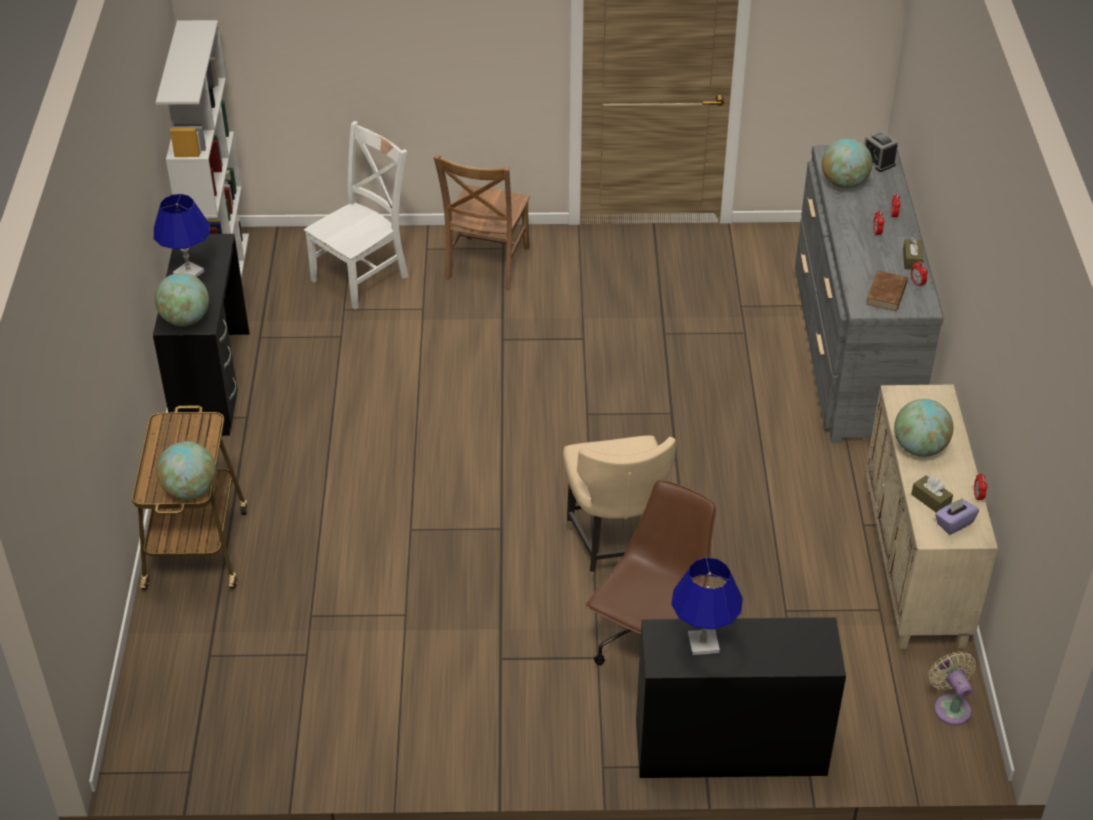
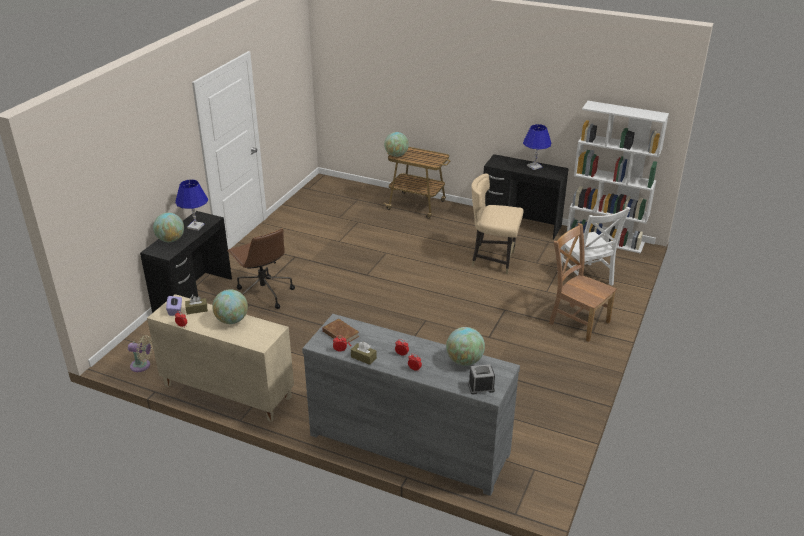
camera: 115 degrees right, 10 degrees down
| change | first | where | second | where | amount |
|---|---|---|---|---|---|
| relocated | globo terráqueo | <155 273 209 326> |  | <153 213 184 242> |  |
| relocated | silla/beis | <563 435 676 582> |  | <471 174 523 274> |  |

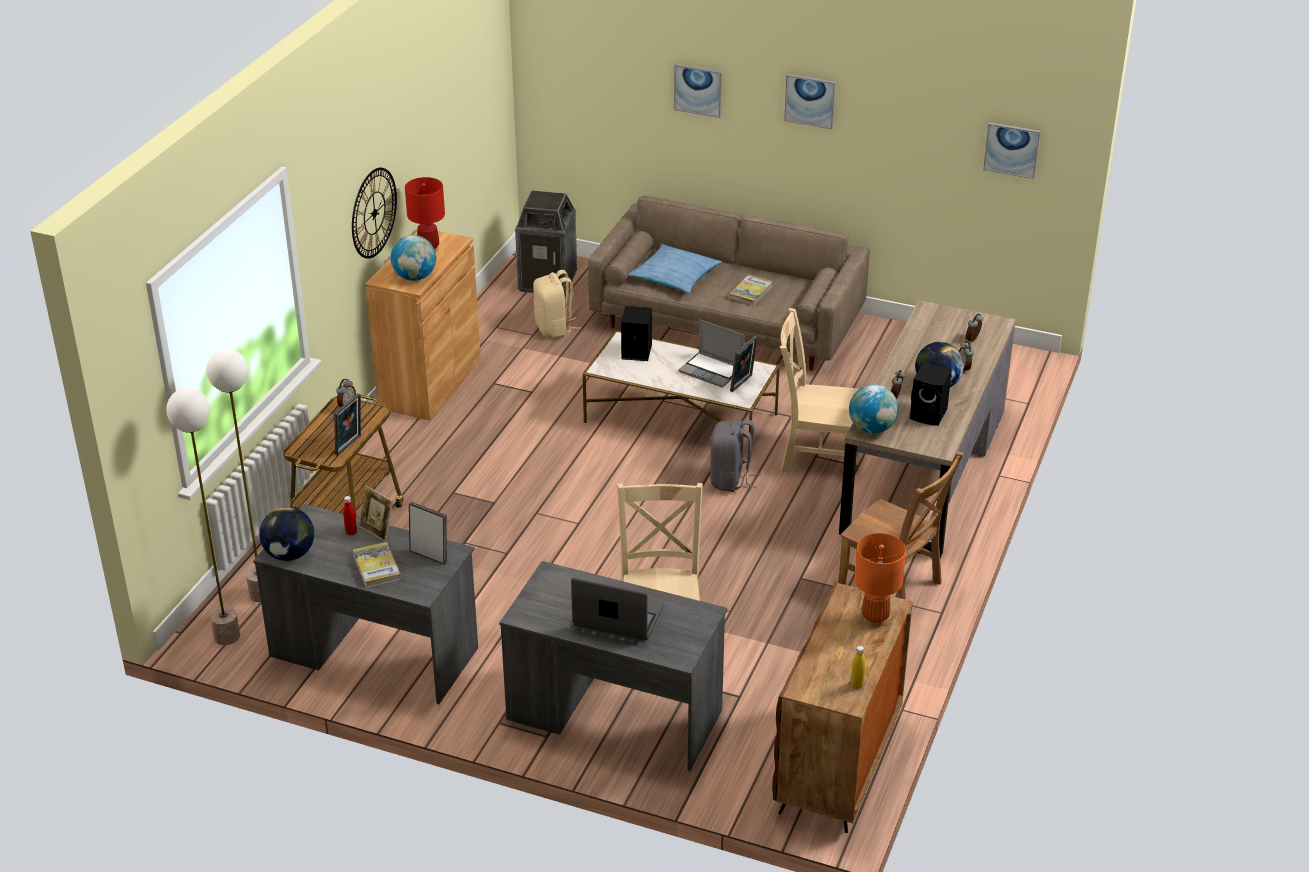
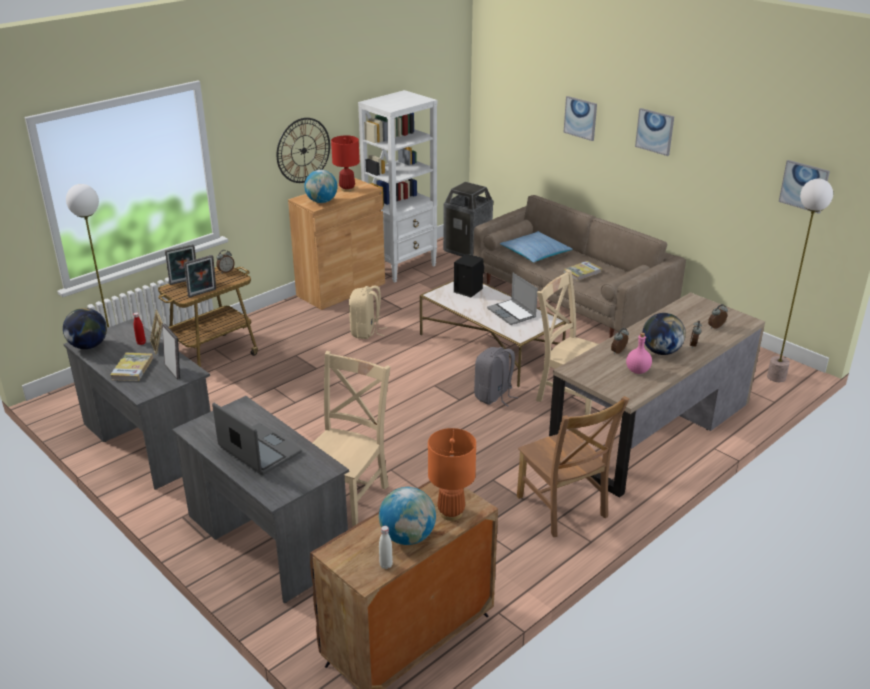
camera: 25 degrees right, 5 degrees down
| change | first | where | second | where | amount |
|---|---|---|---|---|---|
| appeared |  |  | estantería/blanco | <358 90 437 283> |  |
| relocated | lámpara de pie | <166 388 240 645> |  | <767 179 833 382> |  |
| relocated | mochila/beis | <533 270 581 339> |  | <349 285 387 339> |  |
| relocated | portarretratos | <730 336 757 392> |  | <165 244 196 285> |  |
| relocated | globo terráqueo | <849 384 898 434> |  | <379 487 436 545> |  |
| exchanged | altavoz/negro | <910 362 952 426> | botella/rosa | <626 333 652 374> |  |
| colour | botella/amarillo | <851 646 865 688> | botella/blanco | <379 526 393 569> |  |

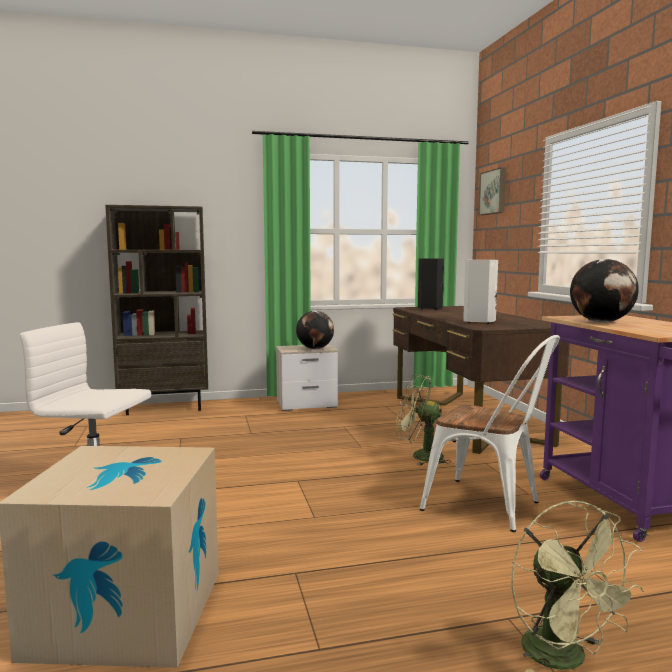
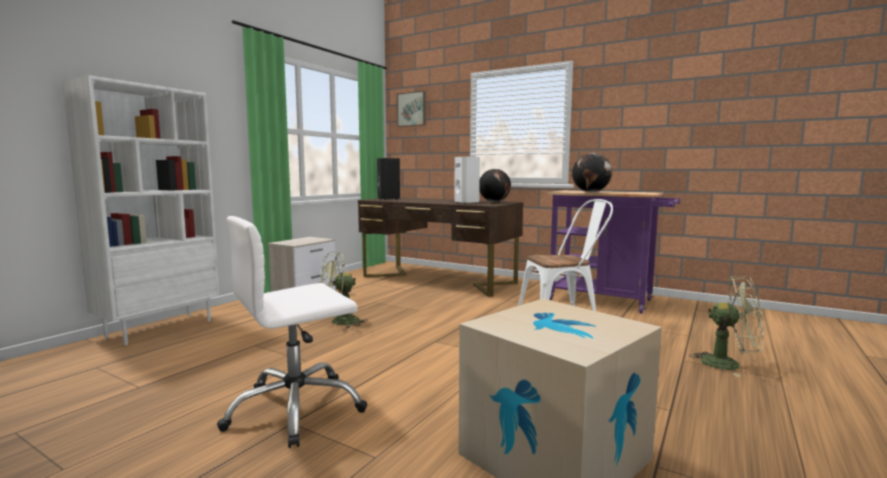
camera: 45 degrees left, 0 degrees up
| change | first | where | second | where | amount |
|---|---|---|---|---|---|
| relocated | globo terráqueo | <296 311 334 349> |  | <479 169 511 202> |  |
| relocated | ventilador/verde | <396 374 451 465> |  | <319 252 367 329> |  |
| colour | estantería/marrón | <105 205 208 415> | estantería/blanco | <62 75 220 345> |  |

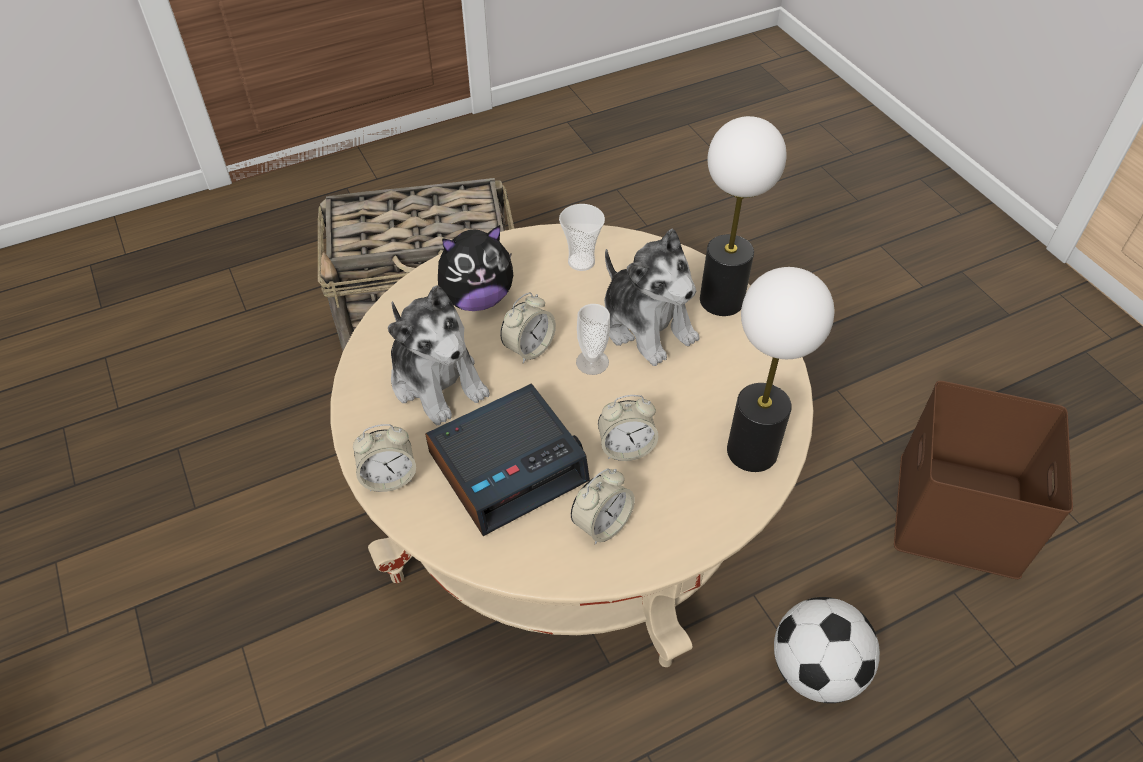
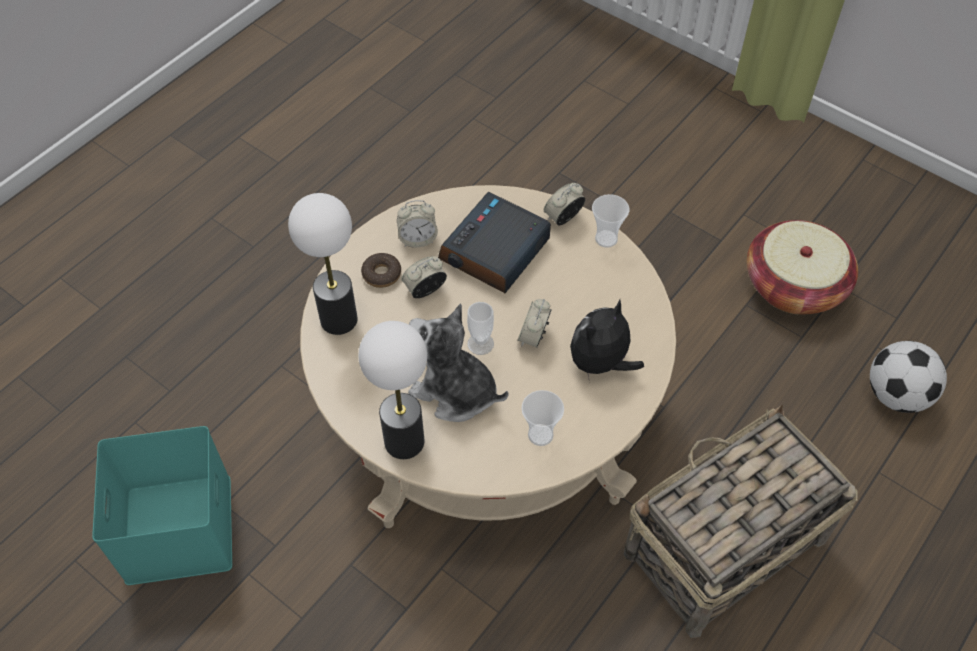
camera: 155 degrees right, 5 degrees up
| change | first | where | second | where | amount |
|---|---|---|---|---|---|
| missing | peluche | <388 285 490 425> |  |  |  |
| appeared |  |  | rosquilla | <361 253 401 288> |  |
| appeared |  |  | taza | <592 194 629 248> |  |
| appeared |  |  | cesta | <747 220 858 315> |  |
| relocated | balón de fútbol | <774 597 880 703> |  | <870 341 947 413> |  |
| colour | caja de almacenaje/marrón | <894 381 1073 579> | caja de almacenaje/turquesa | <92 426 232 585> |  |
| spun | despertador | <571 468 635 545> |  | <397 200 438 248> | 120 degrees counterclockwise |

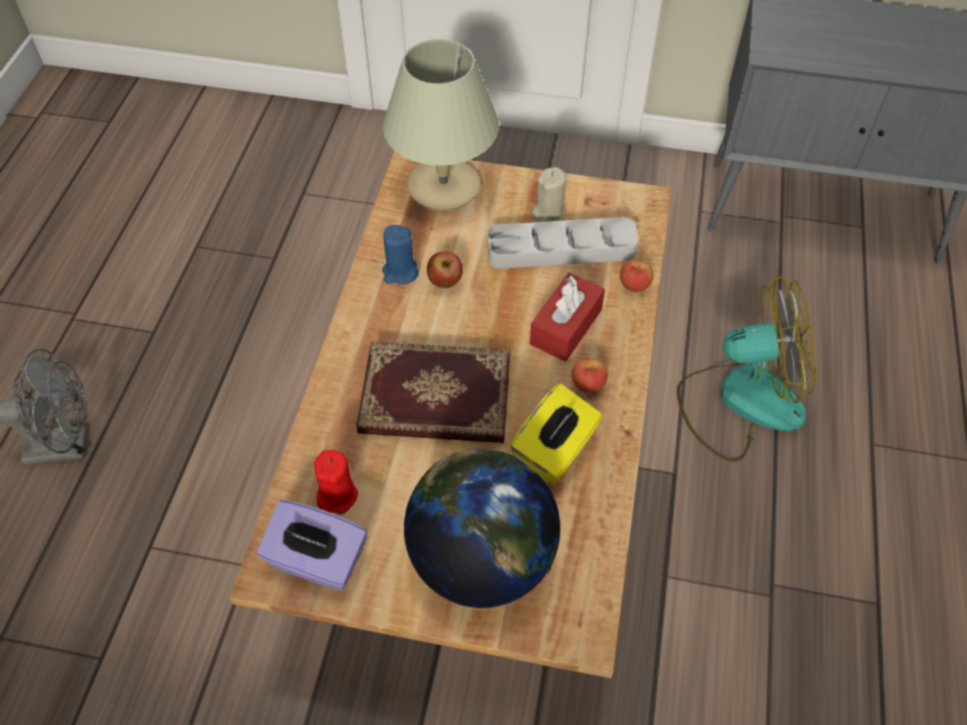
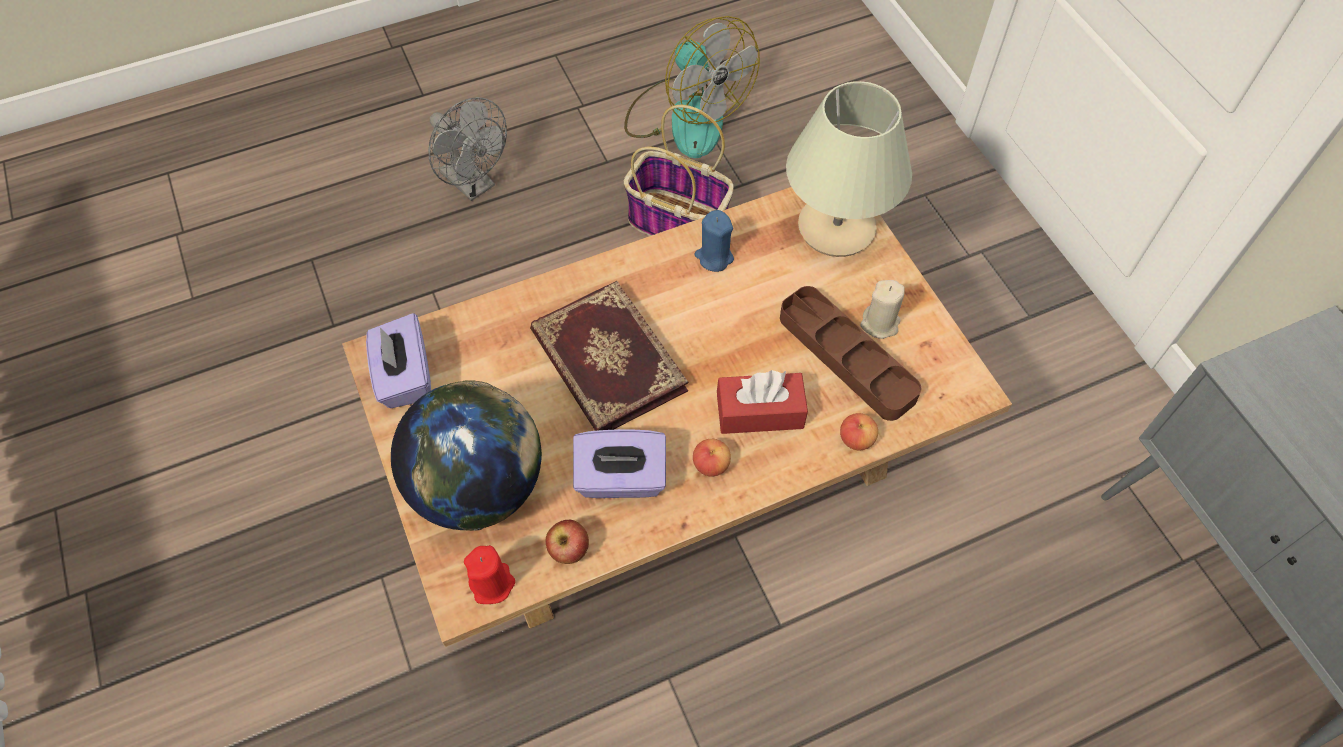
camera: 55 degrees right, 5 degrees up
| change | first | where | second | where | amount |
|---|---|---|---|---|---|
| appeared |  |  | cesta | <624 105 733 236> |  |
| relocated | vela/rojo | <314 450 358 514> |  | <464 545 515 604> |  |
| relocated | manzana | <427 252 463 288> |  | <546 520 589 564> |  |
| relocated | ventilador | <677 275 816 462> |  | <624 16 760 158> |  |
| colour | bandeja/gris | <487 217 639 268> | bandeja/marrón | <780 286 921 421> |  |
| colour | caja de pañuelos/amarillo | <510 384 602 484> | caja de pañuelos/morado | <573 429 666 498> |  |

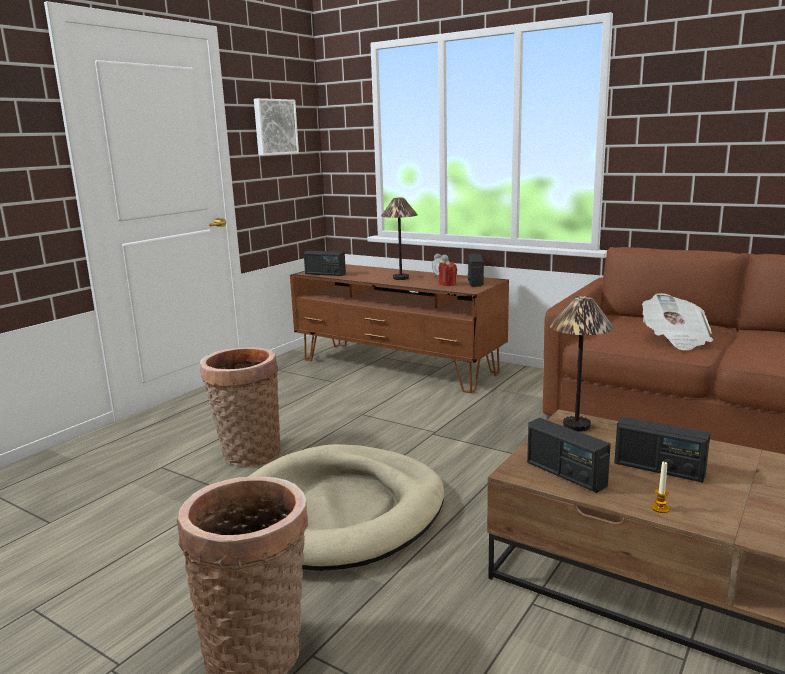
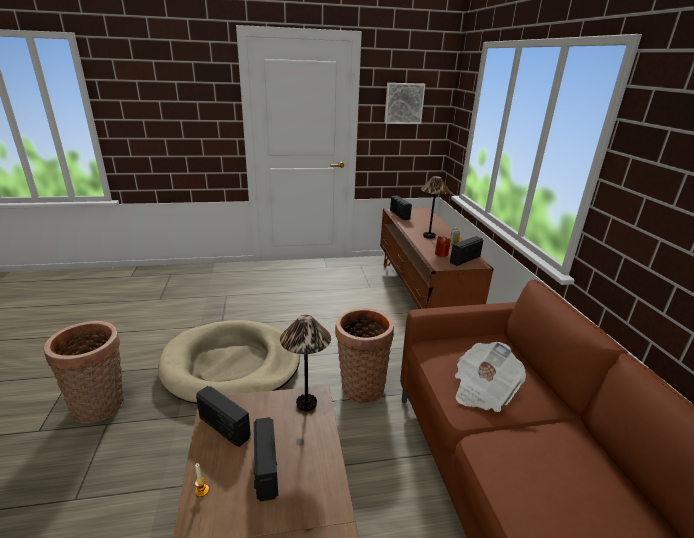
camera: 45 degrees right, 10 degrees up
| change | first | where | second | where | amount |
|---|---|---|---|---|---|
| relocated | cesta | <200 347 281 467> |  | <335 308 394 404> |  |
| spun | radio | <527 418 611 493> |  | <196 386 251 447> | 60 degrees counterclockwise |

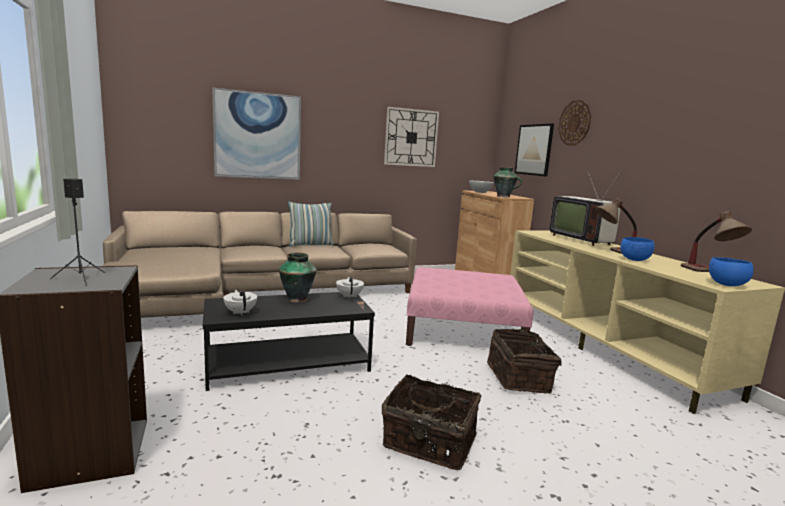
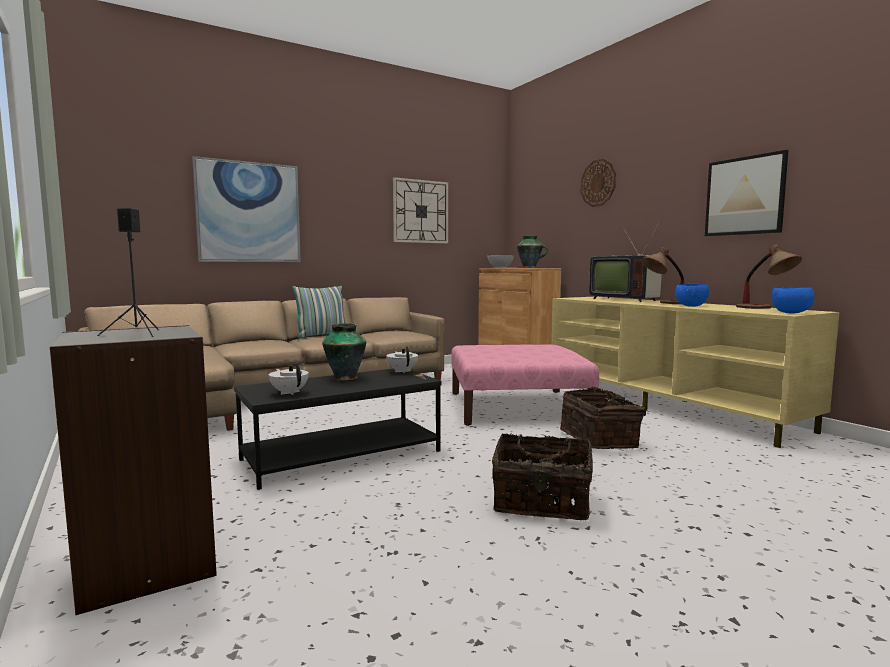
camera: 10 degrees left, 5 degrees down
| change | first | where | second | where | amount |
|---|---|---|---|---|---|
| relocated | cuadro | <515 124 554 177> |  | <705 150 788 236> |  |

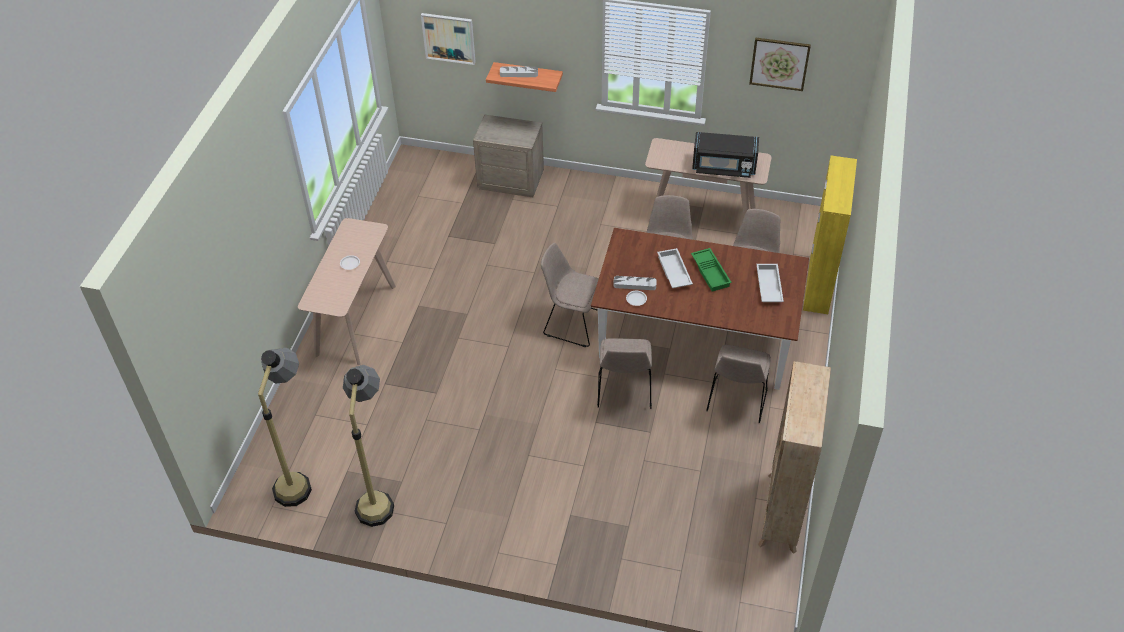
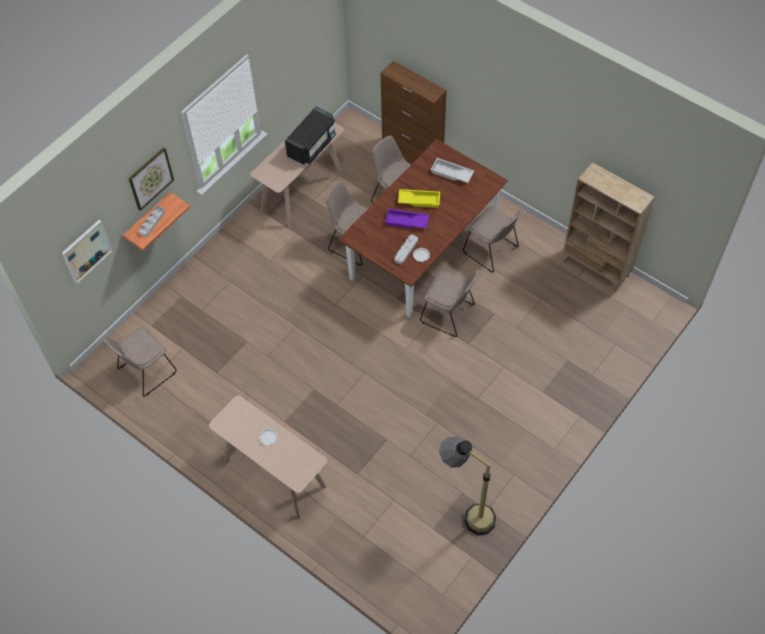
camera: 65 degrees left, 10 degrees up
| change | first | where | second | where | amount |
|---|---|---|---|---|---|
| missing | lámpara de pie | <258 348 312 507> |  |  |  |
| missing | mesita de noche/beis | <473 114 544 197> |  |  |  |
| relocated | silla/beis | <541 243 598 347> |  | <103 327 177 397> |  |
| relocated | cuadro | <749 38 811 91> |  | <128 147 174 211> |  |
| colour | bandeja/blanco | <657 248 693 288> | bandeja/morado | <385 209 429 229> |  |
| colour | bandeja/verde | <691 248 732 292> | bandeja/amarillo | <398 189 440 208> |  |
| colour | armario/amarillo | <803 156 857 314> | armario/marrón | <381 61 447 164> |  |

